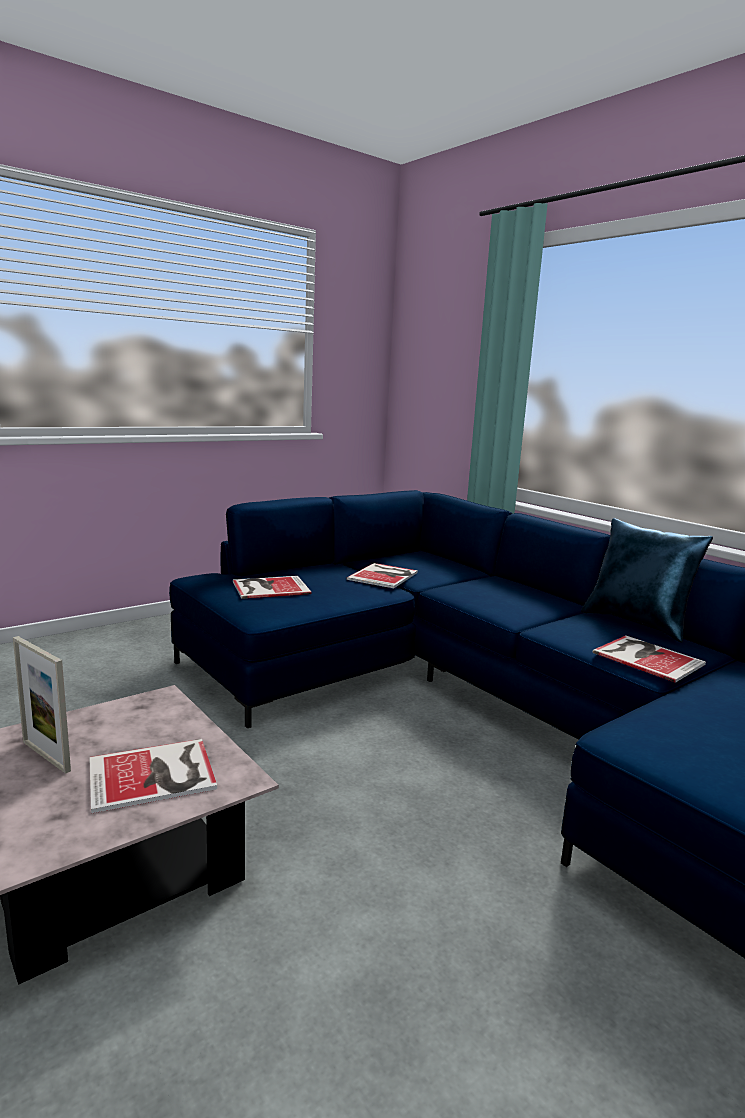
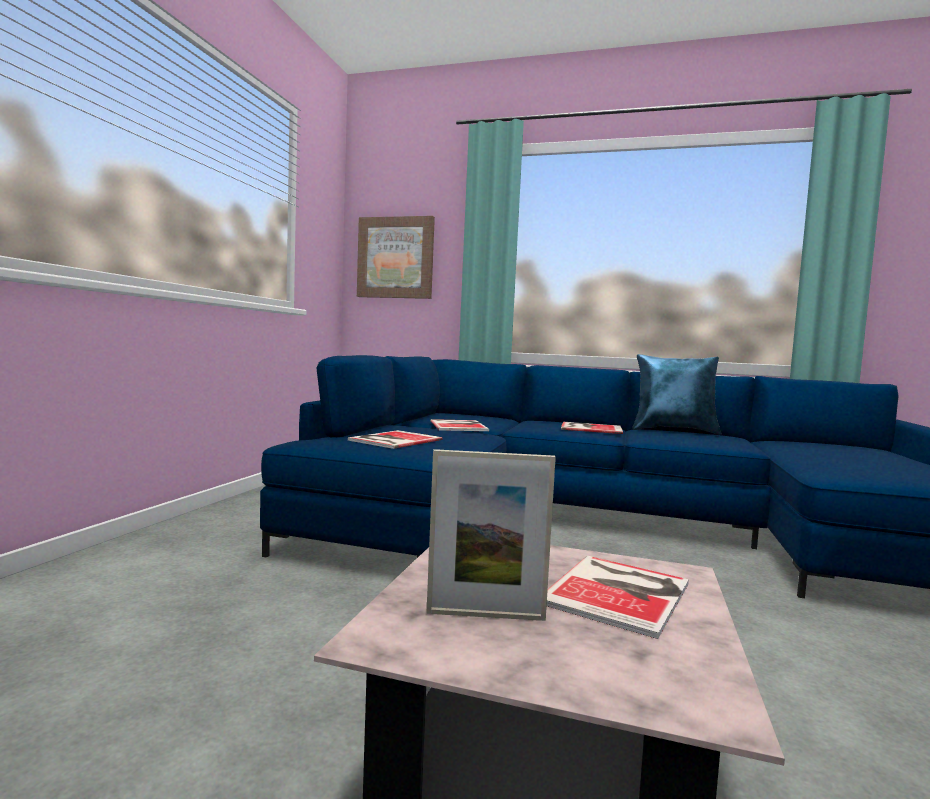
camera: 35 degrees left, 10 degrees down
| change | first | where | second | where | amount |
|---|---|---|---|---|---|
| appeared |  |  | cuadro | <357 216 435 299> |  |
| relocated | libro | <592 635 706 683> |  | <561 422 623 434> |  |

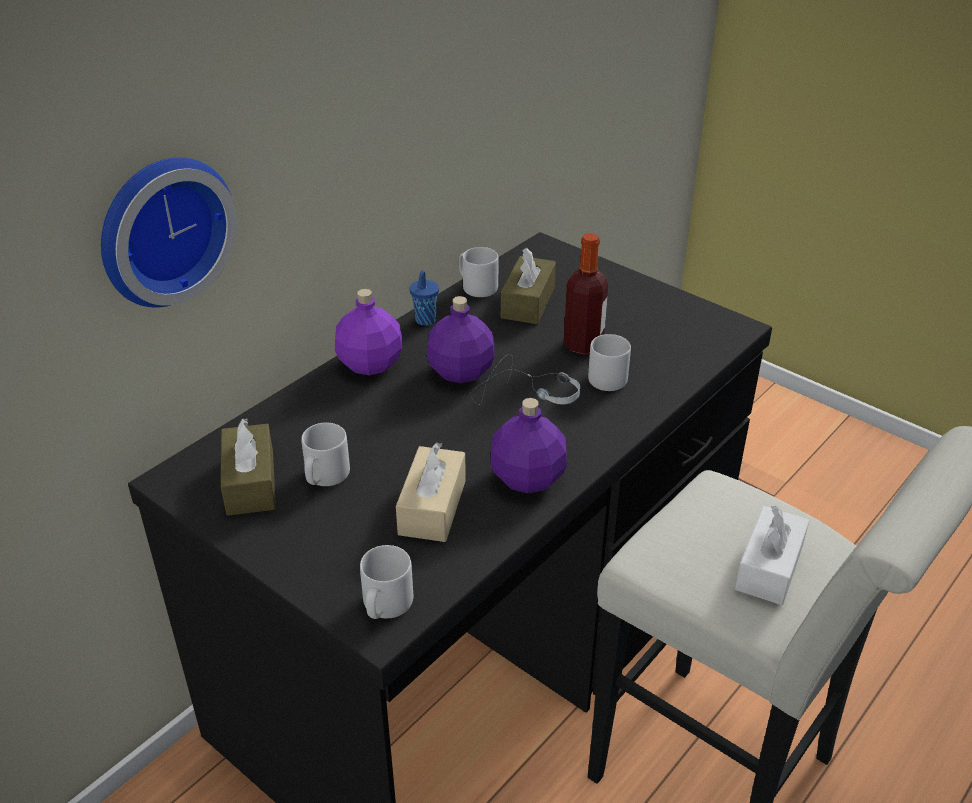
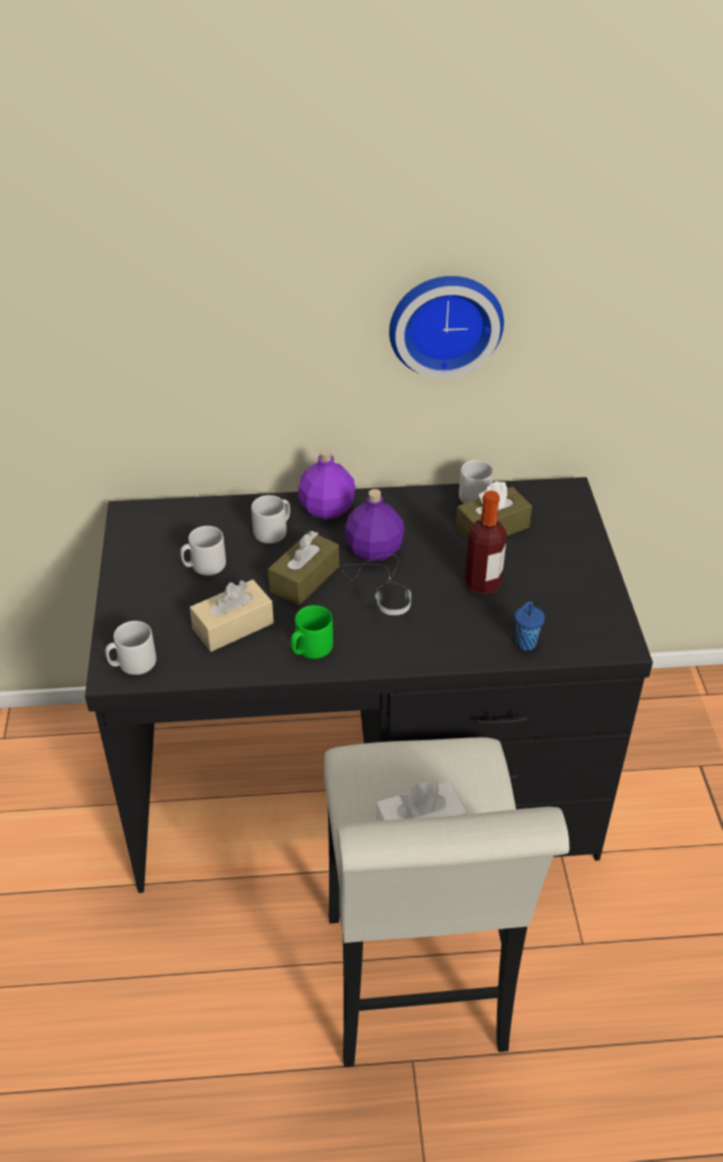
camera: 45 degrees right, 5 degrees up
| change | first | where | second | where | amount |
|---|---|---|---|---|---|
| relocated | reloj de pared | <101 158 237 308> |  | <389 276 504 378> |  |
| relocated | caja de pañuelos/marrón | <221 418 276 516> |  | <268 531 339 605> |  |
| relocated | taza/azul | <409 270 439 325> |  | <515 601 545 650> |  |
| relocated | taza grande/gris | <588 334 631 391> |  | <251 495 290 544> |  |
| exchanged | botella/morado | <490 398 567 493> | taza grande/verde | <291 605 333 659> |  |

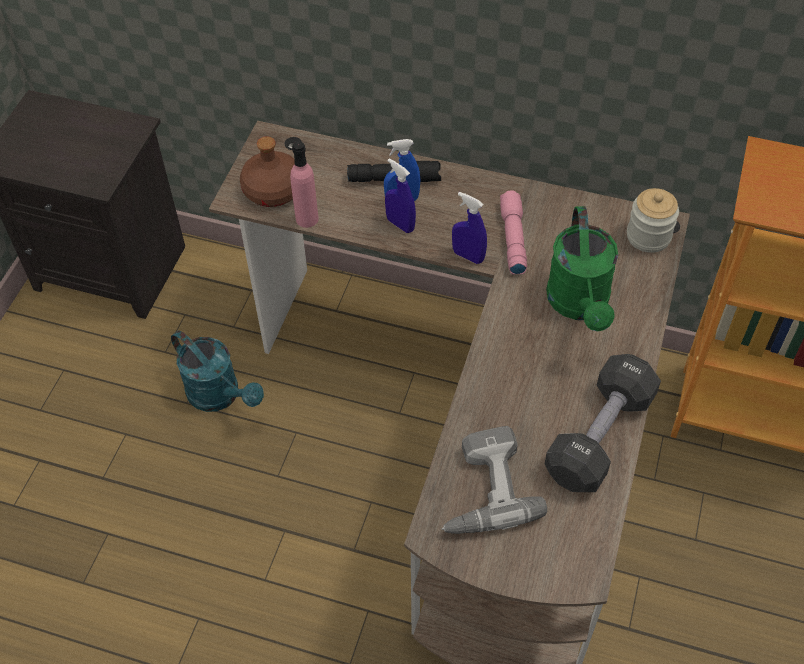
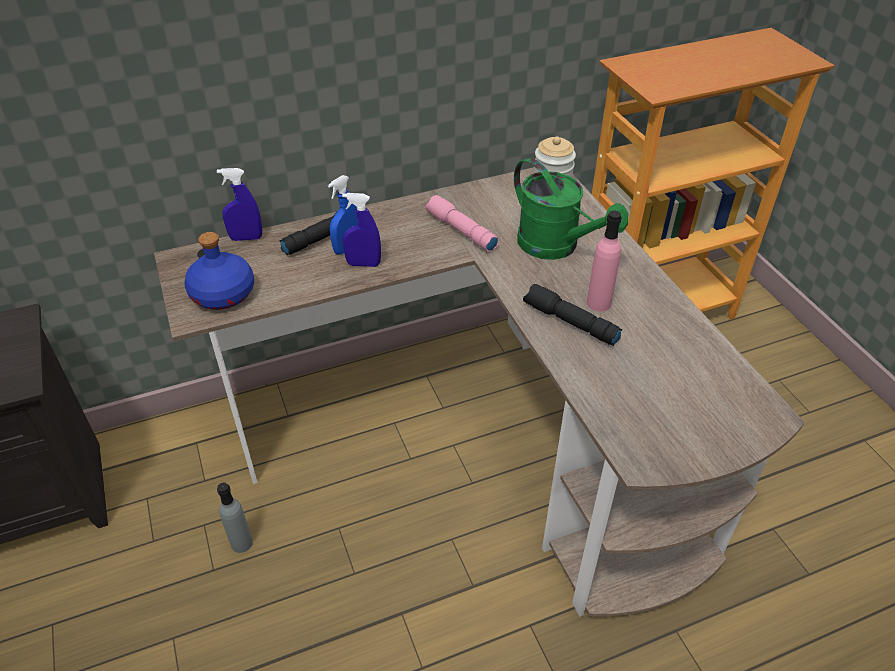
camera: 40 degrees left, 10 degrees down
| change | first | where | second | where | amount |
|---|---|---|---|---|---|
| missing | taladro | <441 426 547 534> |  |  |  |
| missing | mancuerna/negro | <545 354 661 492> |  |  |  |
| appeared |  |  | linterna/negro | <523 284 622 346> |  |
| relocated | botella/rosa | <290 141 319 228> |  | <587 211 622 312> |  |
| relocated | pulverizador/azul | <452 192 487 264> |  | <217 168 262 241> |  |
| exchanged | regadera/turquesa | <171 330 264 412> | botella/gris | <217 483 253 553> |  |
| colour | botella/marrón | <240 136 295 207> | botella/azul | <184 232 254 310> |  |

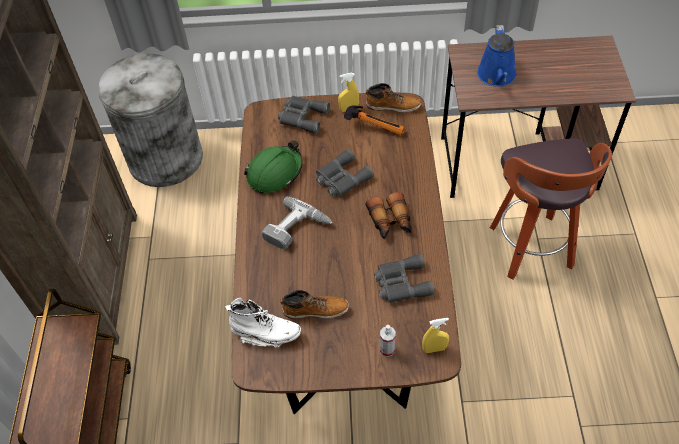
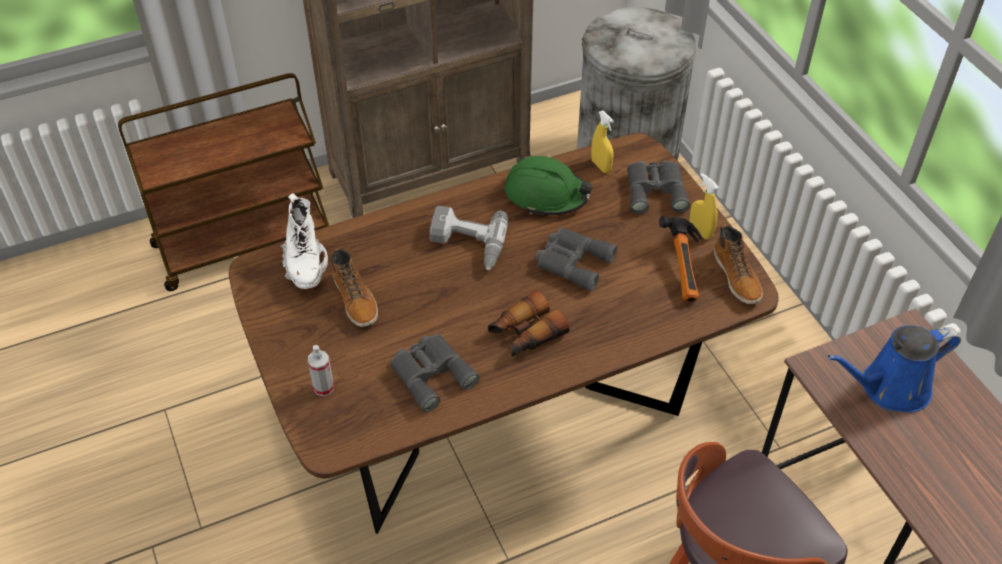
camera: 65 degrees right, 5 degrees down
| change | first | where | second | where | amount |
|---|---|---|---|---|---|
| relocated | pulverizador/amarillo | <422 318 449 353> |  | <591 111 614 173> |  |

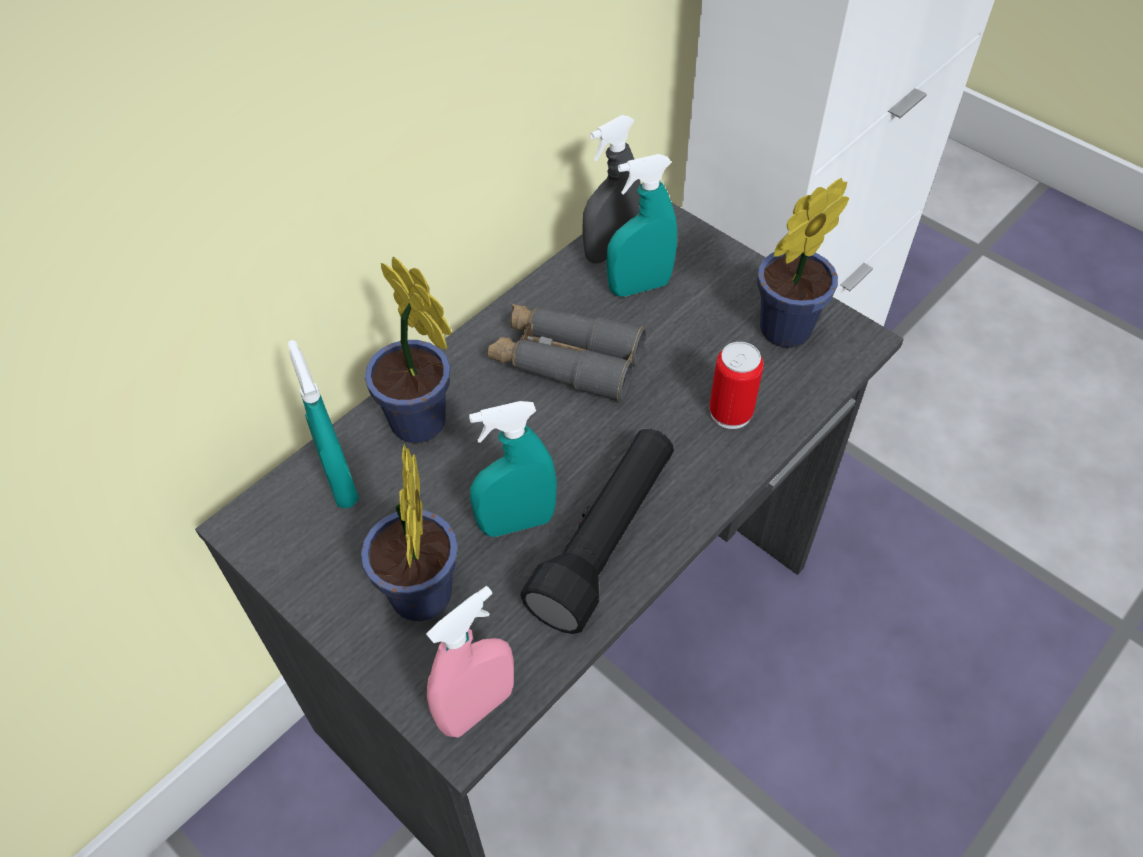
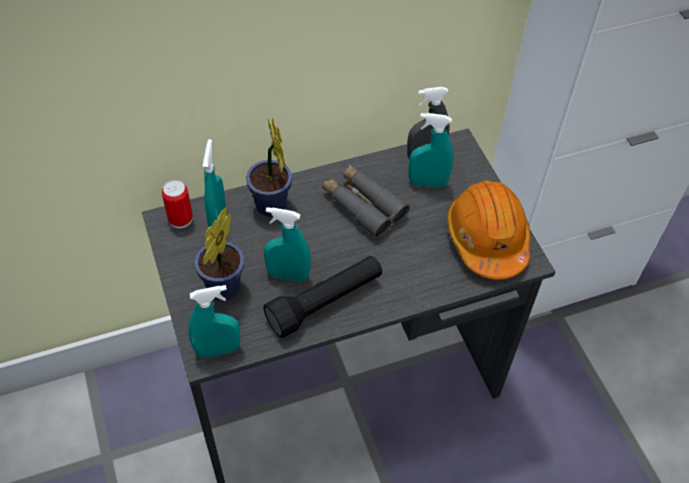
camera: 25 degrees right, 0 degrees up
| change | first | where | second | where | amount |
|---|---|---|---|---|---|
| relocated | lata | <709 342 764 429> |  | <162 180 193 228> |  |
| exchanged | planta en maceta | <757 178 849 348> | casco/naranja | <447 181 531 280> |  |
| colour | pulverizador/rosa | <426 586 514 738> | pulverizador/turquesa | <188 285 240 358> |  |

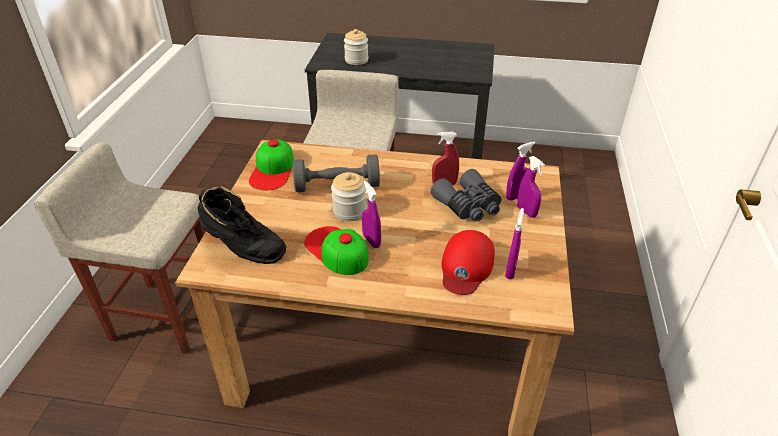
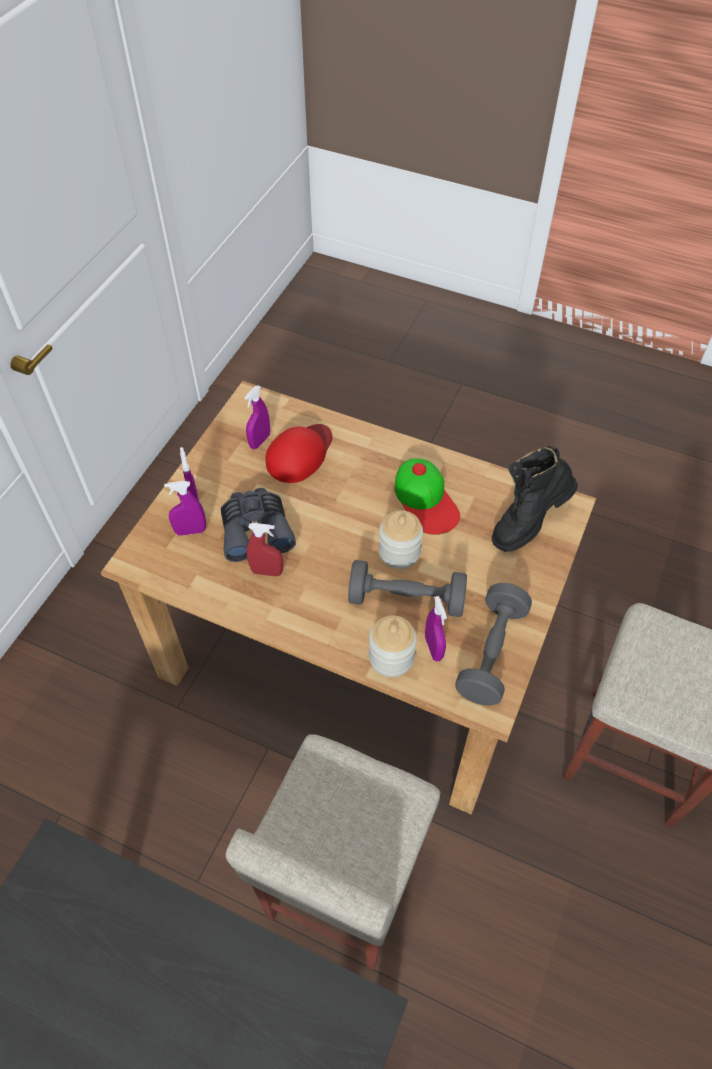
camera: 165 degrees left, 15 degrees up
| change | first | where | second | where | amount |
|---|---|---|---|---|---|
| relocated | tarro | <344 29 368 65> |  | <369 615 417 677> |  |
| relocated | pulverizador/morado | <362 181 381 248> |  | <425 596 447 661> |  |
| exchanged | gorra | <249 140 294 190> | mancuerna/gris | <455 583 532 706> |  |
| spun | bota/negro | <198 186 286 264> |  | <491 446 577 552> | 75 degrees counterclockwise |

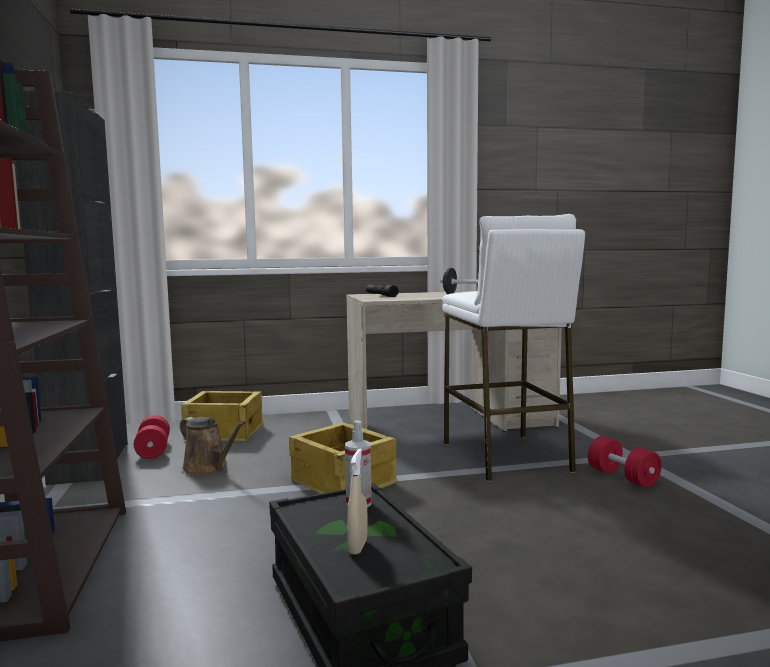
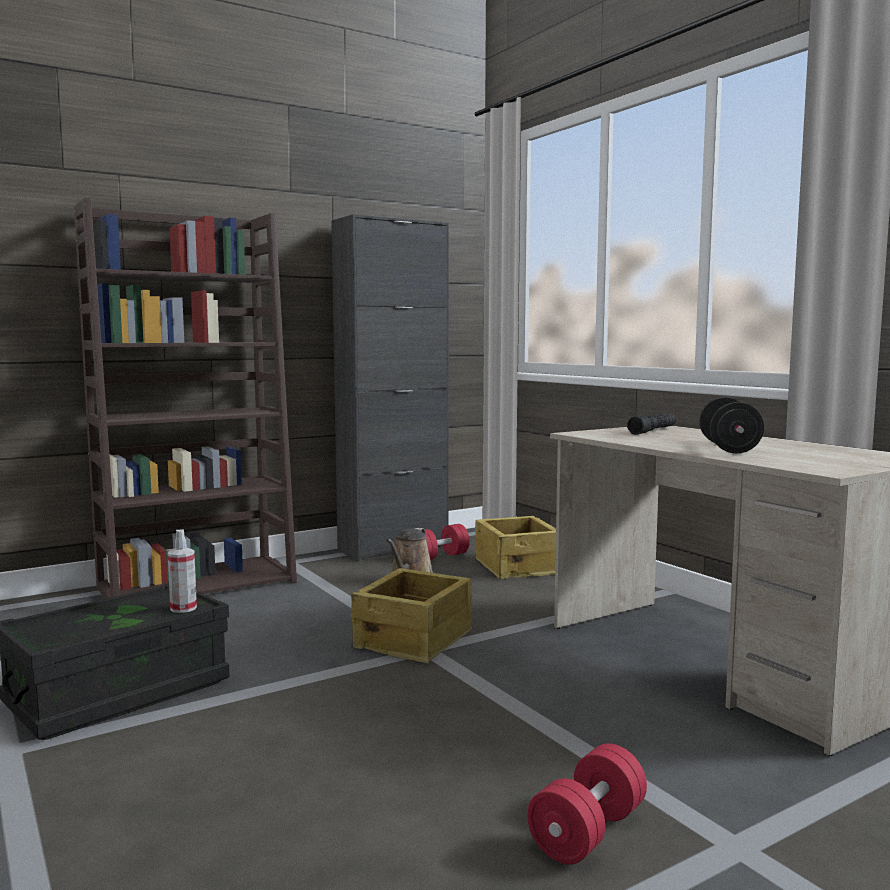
camera: 70 degrees right, 0 degrees up
| change | first | where | second | where | amount |
|---|---|---|---|---|---|
| missing | pulverizador/beis | <347 448 367 554> |  |  |  |
| missing | taburete/blanco | <442 214 585 481> |  |  |  |

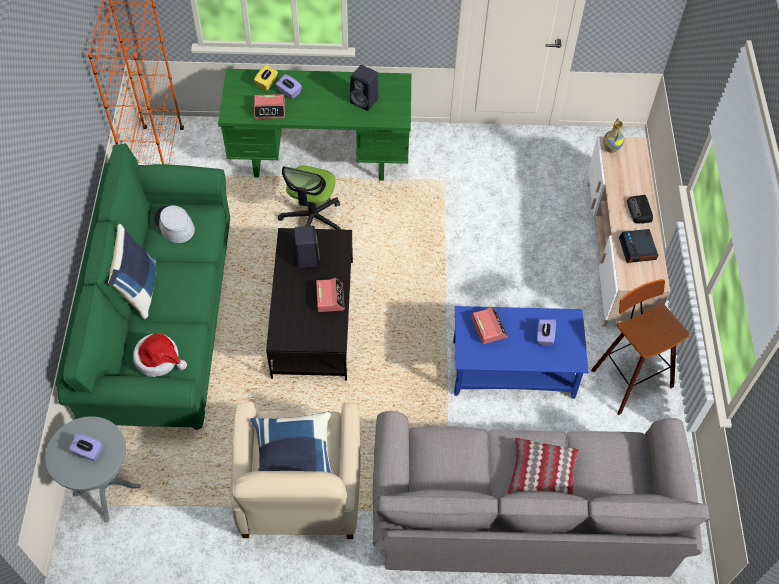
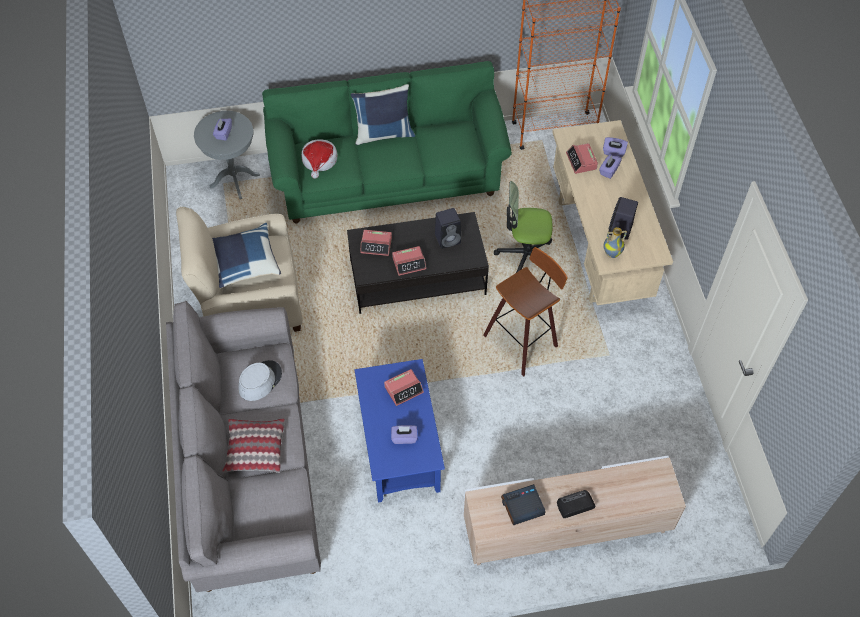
camera: 80 degrees right, 0 degrees up
| change | first | where | second | where | amount |
|---|---|---|---|---|---|
| appeared |  |  | despertador | <360 230 392 256> |  |
| relocated | sombrero/gris | <154 205 195 243> |  | <238 360 282 401> |  |
| relocated | taburete | <591 279 690 415> |  | <483 247 567 377> |  |
| relocated | florero | <603 118 624 153> |  | <603 227 627 258> |  |
| colour | escritorio/verde | <218 69 411 181> | escritorio/beis | <552 120 673 305> |  |
| colour | caja de pañuelos/amarillo | <254 65 278 91> | caja de pañuelos/morado | <603 137 628 158> |  |

